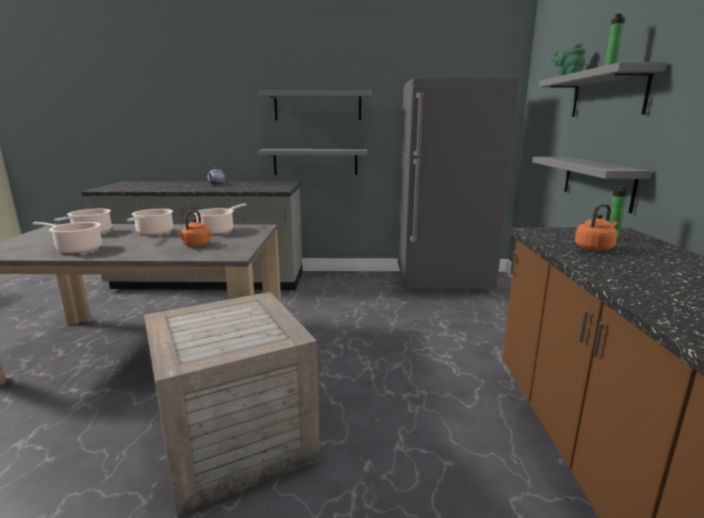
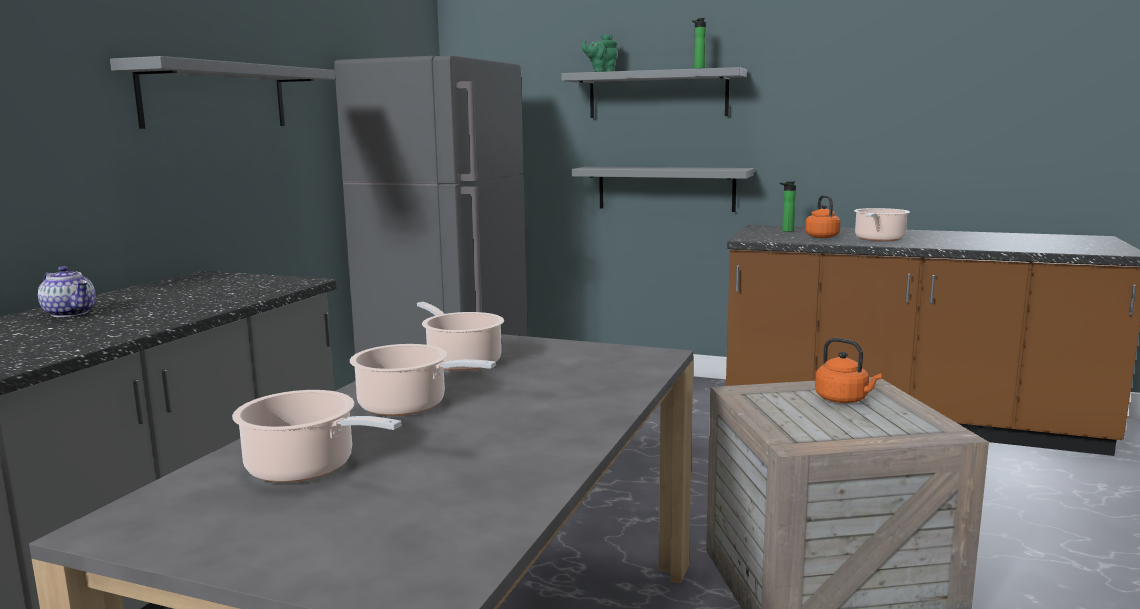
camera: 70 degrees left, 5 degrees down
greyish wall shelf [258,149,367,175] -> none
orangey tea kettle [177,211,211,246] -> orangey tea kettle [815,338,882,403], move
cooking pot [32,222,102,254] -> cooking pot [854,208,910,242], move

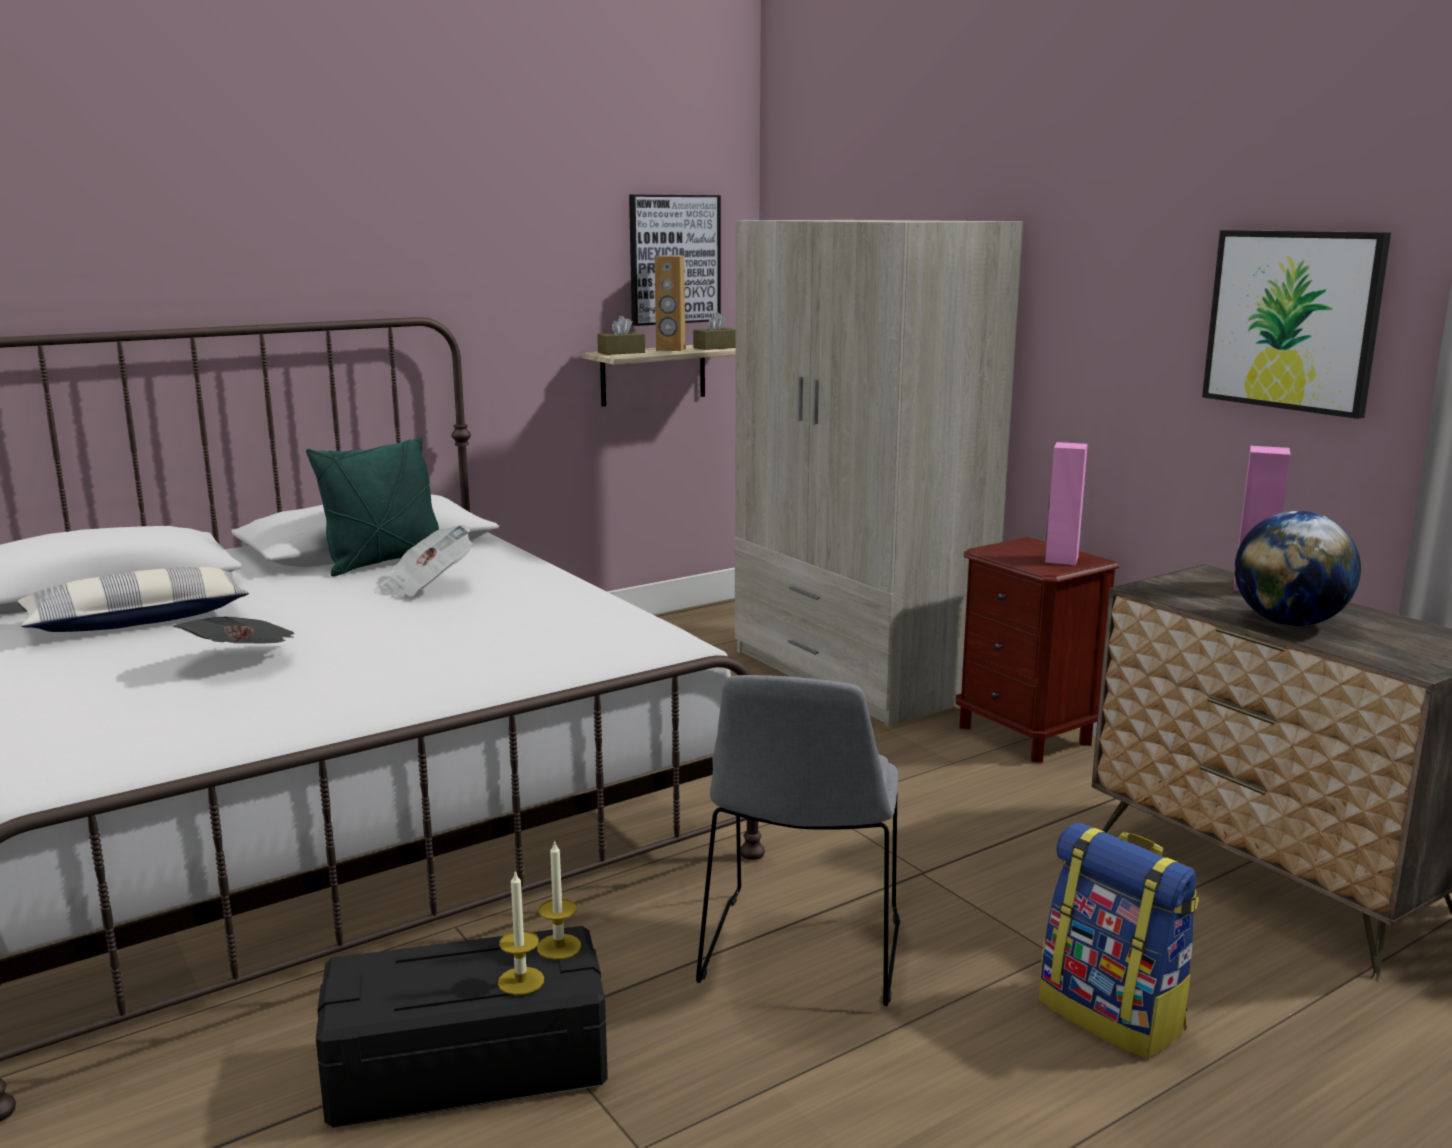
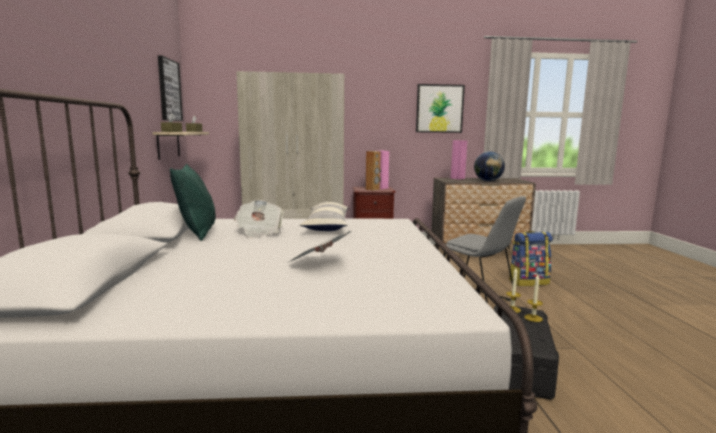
camera: 60 degrees left, 5 degrees down
brownish loudspeaker [655,255,686,351] -> brownish loudspeaker [366,151,381,191], move
throw pillow [18,567,249,632] -> throw pillow [300,202,349,231], move

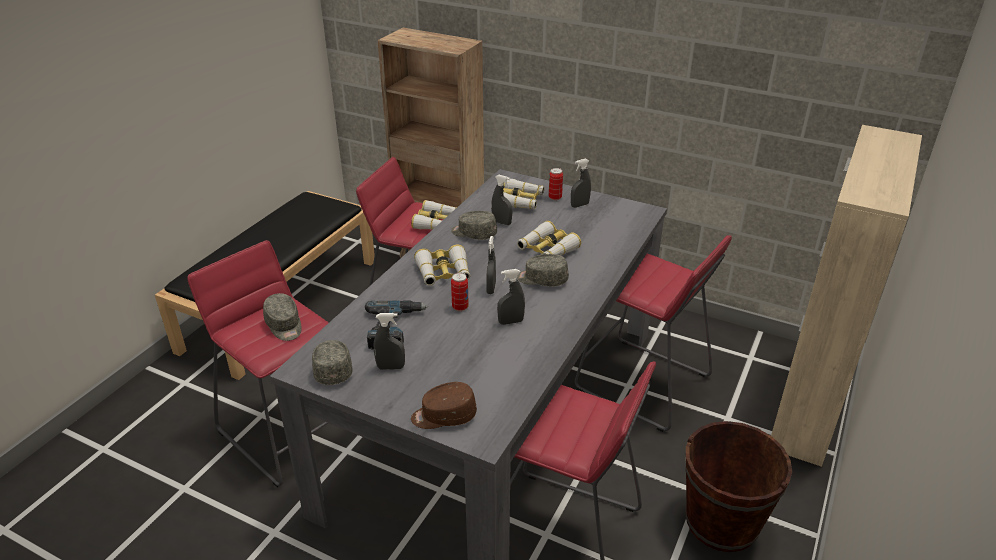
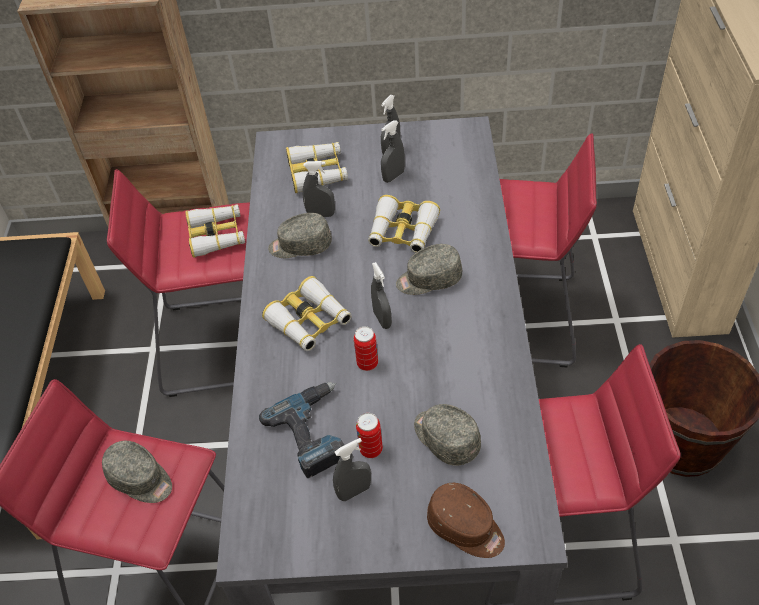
camera: 25 degrees left, 15 degrees up
can [549,168,563,201] -> can [356,413,383,458], move
greyish hand sprayer [497,269,525,325] -> greyish hand sprayer [381,120,405,183], move
greyish peaked cap [312,340,353,385] -> greyish peaked cap [414,404,481,466], move
brownish peaked cap [411,382,477,429] -> brownish peaked cap [427,483,505,558], 105 degrees counterclockwise

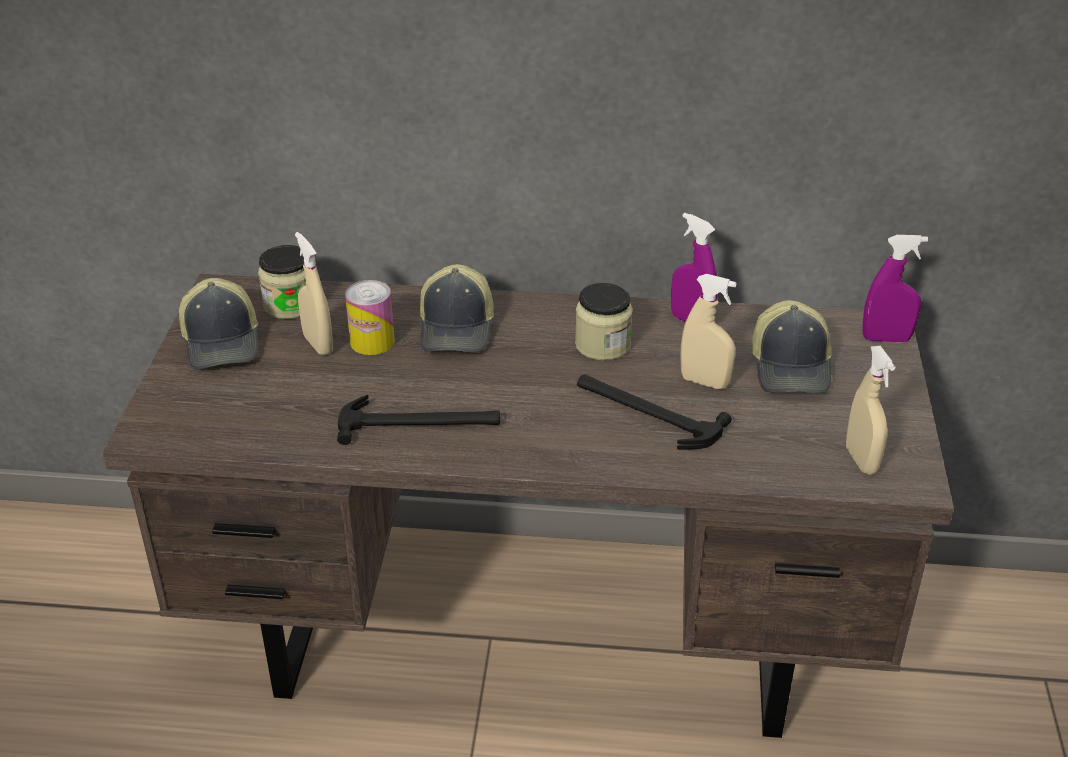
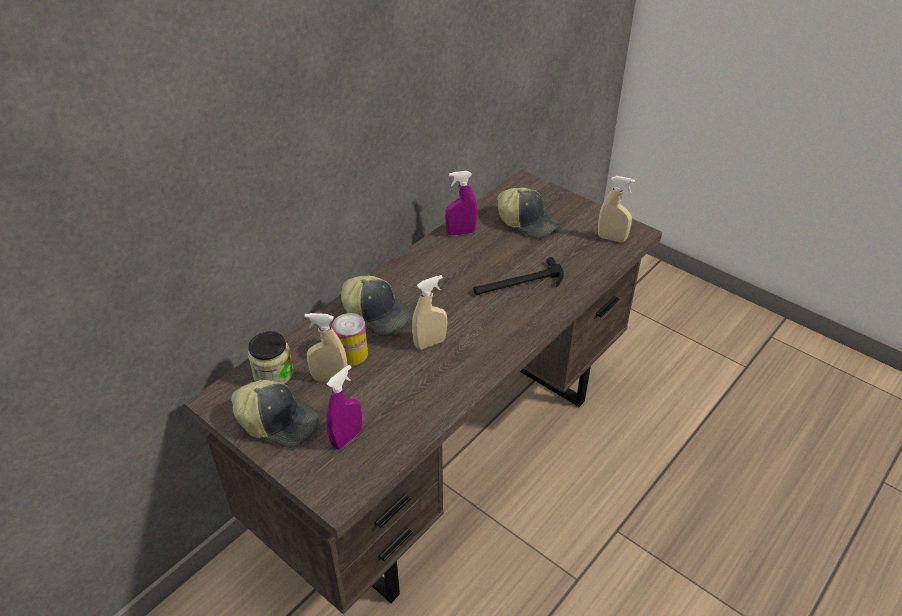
camera: 55 degrees left, 5 degrees up
purple-coloured hand sprayer [862,235,928,342] -> purple-coloured hand sprayer [326,365,362,449], move
beige hand sprayer [680,274,737,389] -> beige hand sprayer [412,275,447,349], move
storage jar [575,283,633,361] -> none
hand hammer [337,395,500,445] -> none

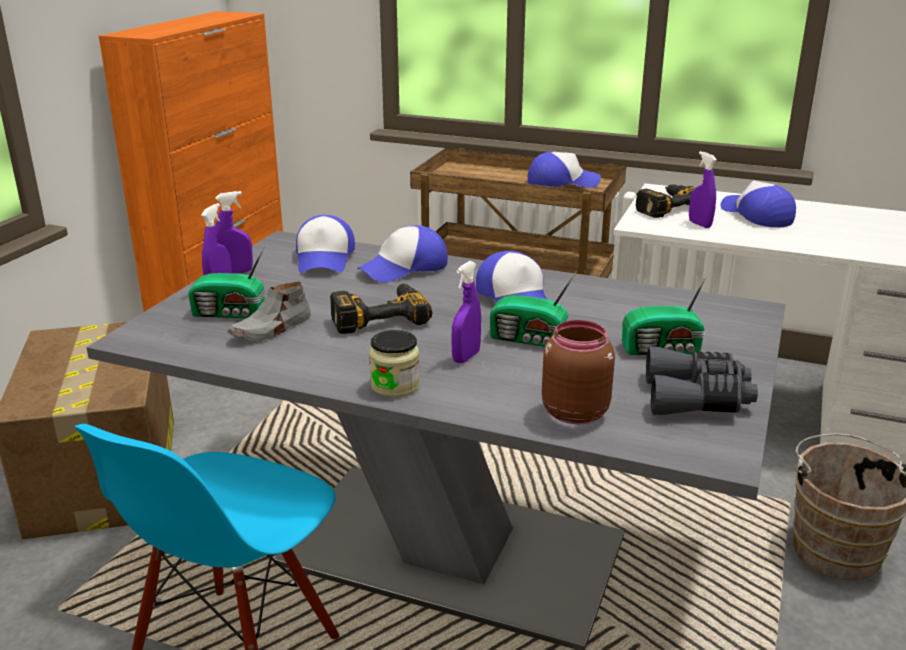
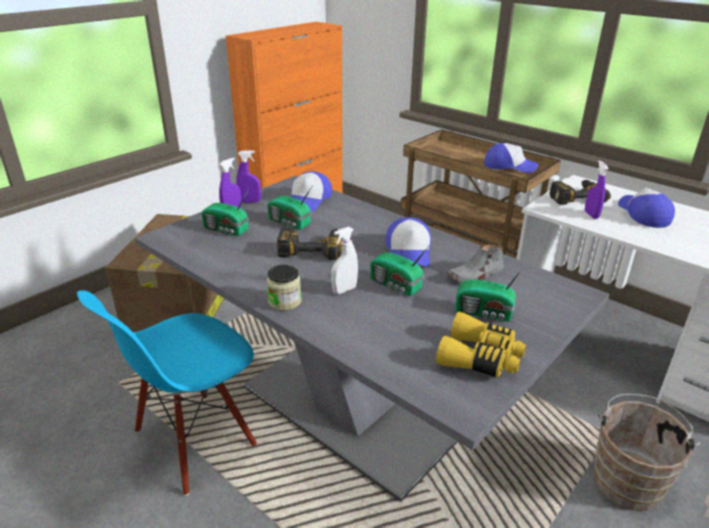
camera: 20 degrees right, 5 degrees up
peaked cap [357,225,448,283] -> none
purple-coloured hand sprayer [451,261,481,363] -> whitish hand sprayer [331,227,358,294]
greyish item of footwear [227,282,311,340] -> greyish item of footwear [447,245,504,282], move
brownish storage jar [542,320,615,424] -> none
greyish pair of binoculars [646,347,758,415] -> yellowish pair of binoculars [436,312,526,378]
none -> radio [267,185,313,229]

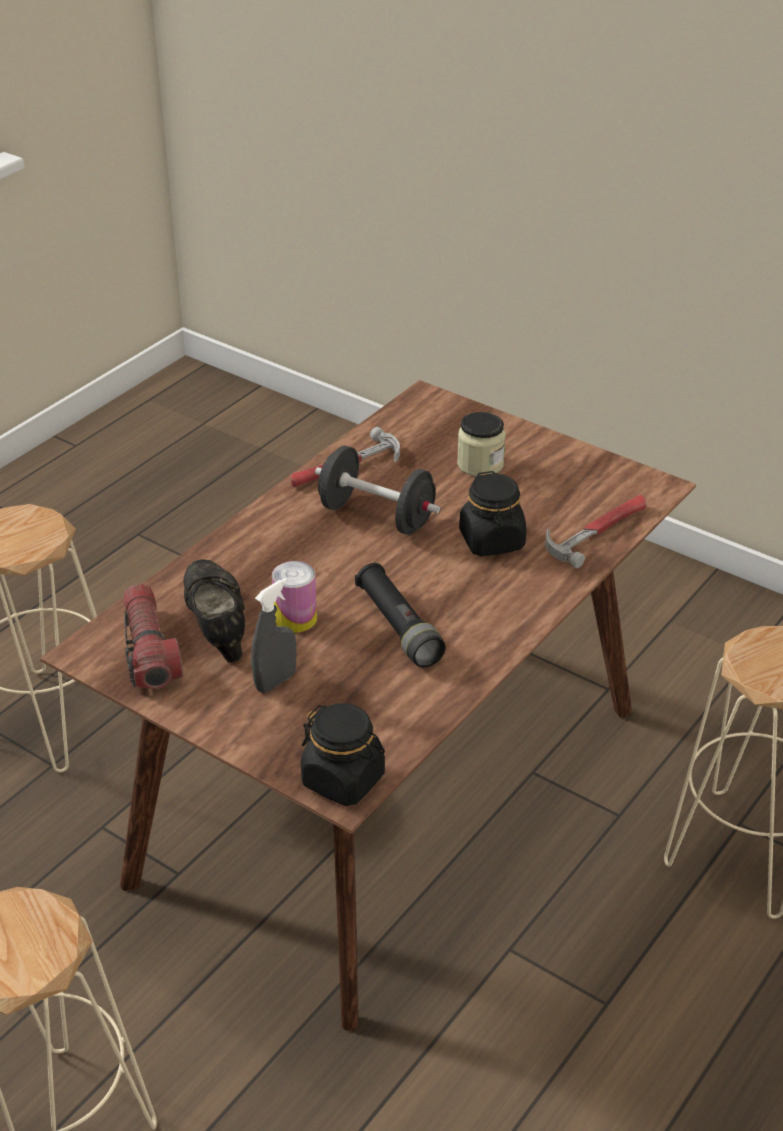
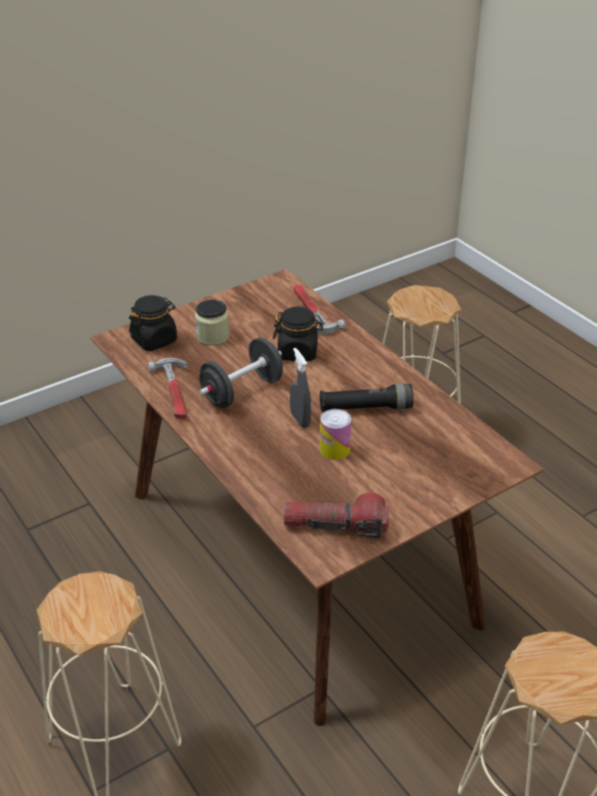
camera: 70 degrees left, 0 degrees up
blackish item of footwear [184,559,245,663] -> none
greyish hand sprayer [251,578,296,693] -> greyish hand sprayer [290,348,311,428], move
blackish storage jar [301,703,385,806] -> blackish storage jar [129,295,177,351], move

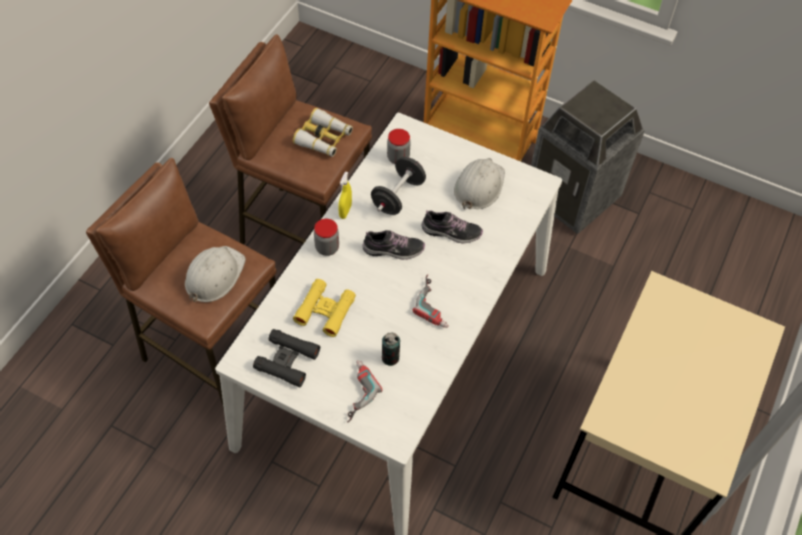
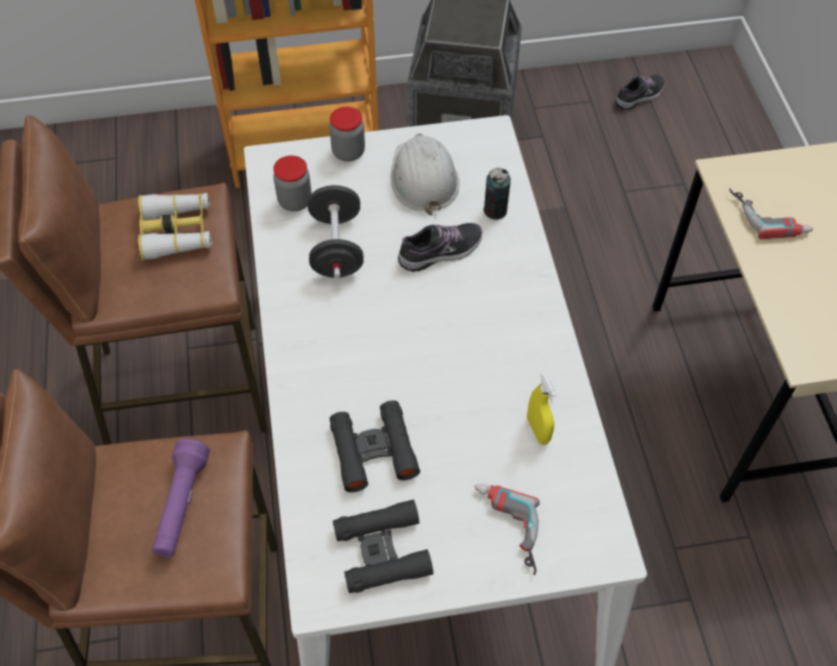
camera: 35 degrees left, 0 degrees up
yellowish hand sprayer [338,171,352,219] -> yellowish hand sprayer [527,372,557,445], move
storage jar [314,219,339,256] -> storage jar [329,107,365,162], move
item of footwear [362,230,425,260] -> item of footwear [615,75,665,110], move
whitish work helmet [185,246,246,302] -> purple-coloured torch [152,439,210,557]
drill [412,274,449,328] -> drill [729,188,813,239], move
yellowish pair of binoculars [293,279,356,337] -> blackish pair of binoculars [330,400,420,492]
can [382,332,400,366] -> can [483,168,511,220], move

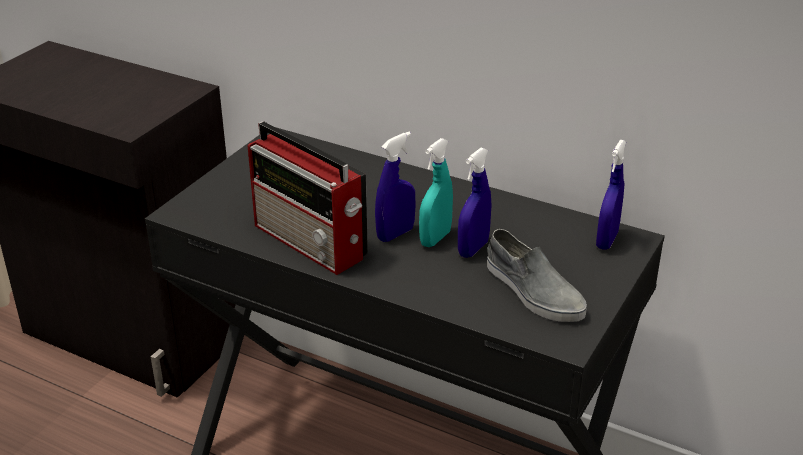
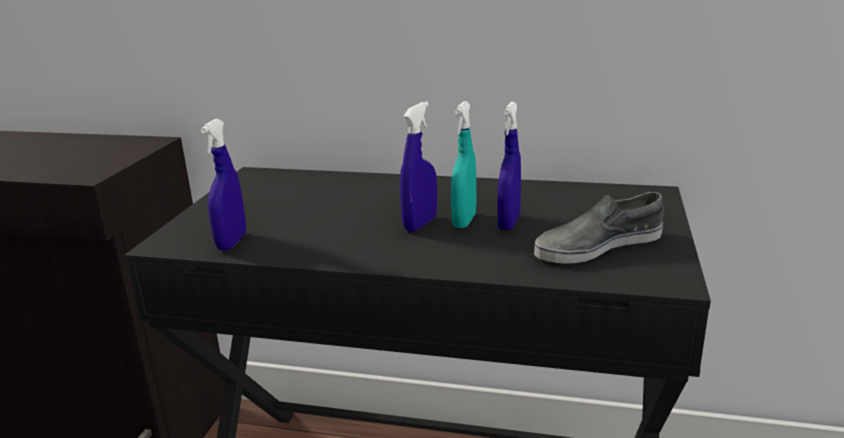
camera: 15 degrees left, 10 degrees down
radio [248,121,368,275] -> none
blue-coloured hand sprayer [596,140,626,250] -> blue-coloured hand sprayer [201,119,246,250], move
greyish item of footwear [487,229,587,322] -> greyish item of footwear [534,192,664,264], 120 degrees clockwise

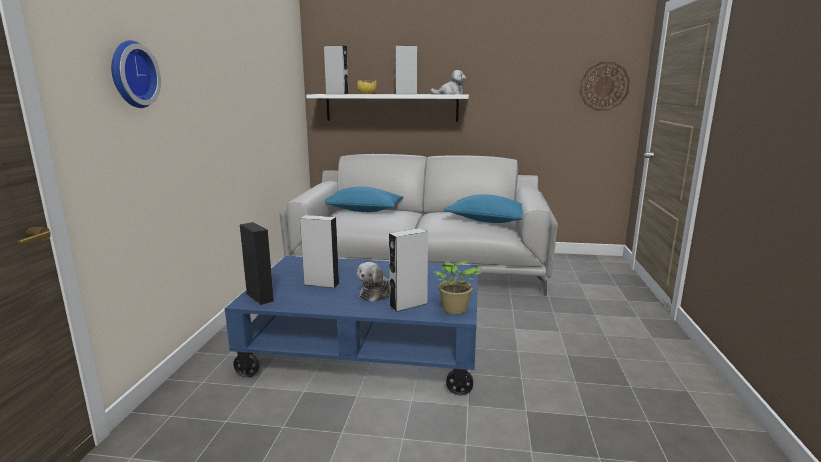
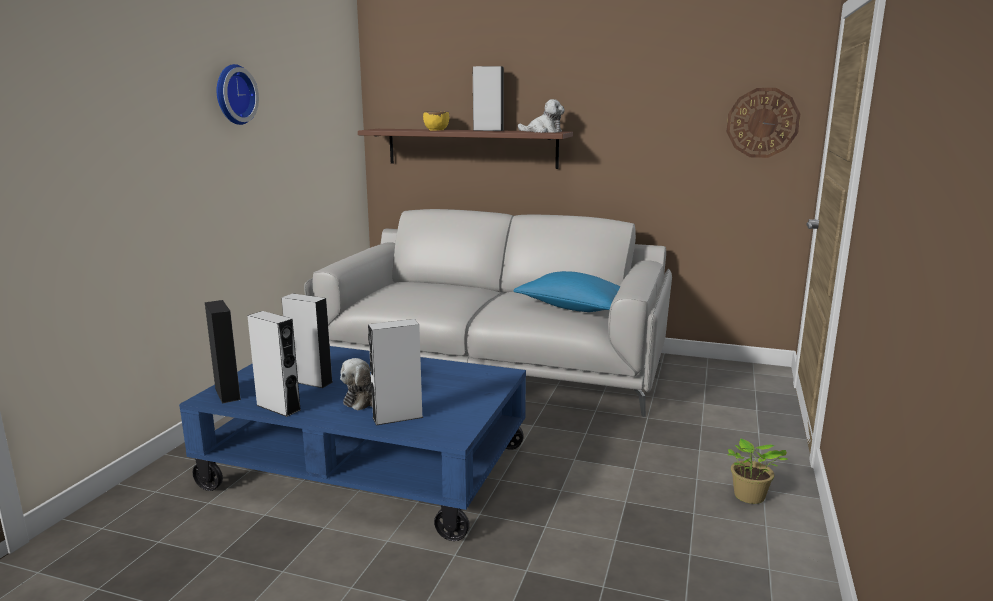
camera: 10 degrees right, 0 degrees up
wall clock [111,40,161,108] -> wall clock [217,64,259,125], move
greyish loudspeaker [324,45,349,94] -> greyish loudspeaker [247,311,301,417], move
whitish wall shelf [306,94,469,122] -> brownish wall shelf [358,129,573,169]
blue-coloured throw pillow [325,186,403,212] -> none
potted plant [434,261,482,314] -> potted plant [727,439,788,504], move

